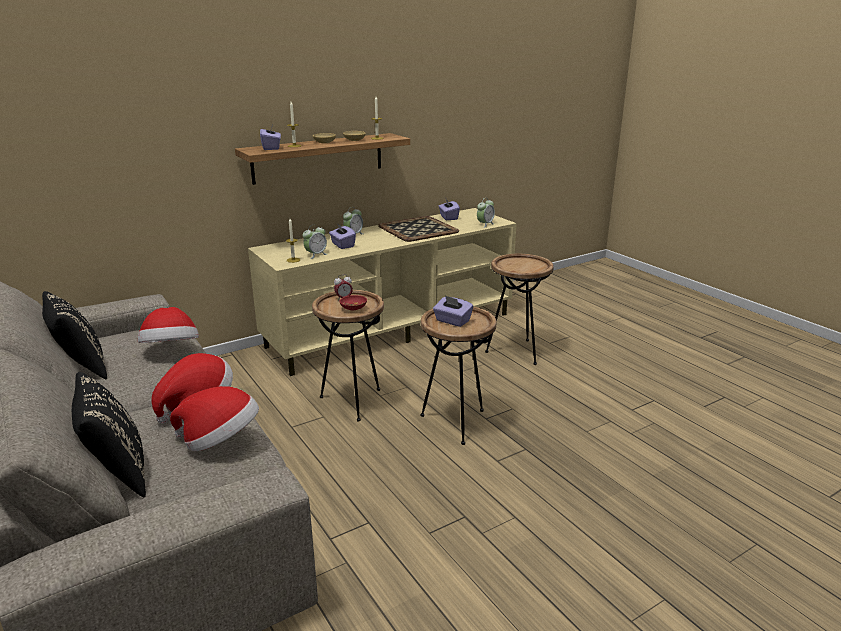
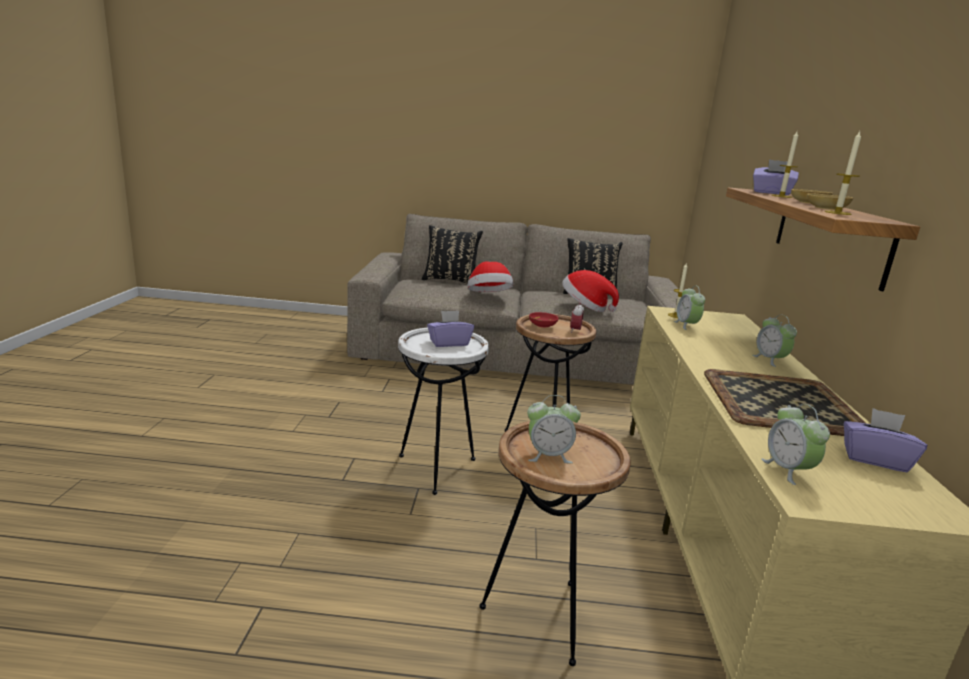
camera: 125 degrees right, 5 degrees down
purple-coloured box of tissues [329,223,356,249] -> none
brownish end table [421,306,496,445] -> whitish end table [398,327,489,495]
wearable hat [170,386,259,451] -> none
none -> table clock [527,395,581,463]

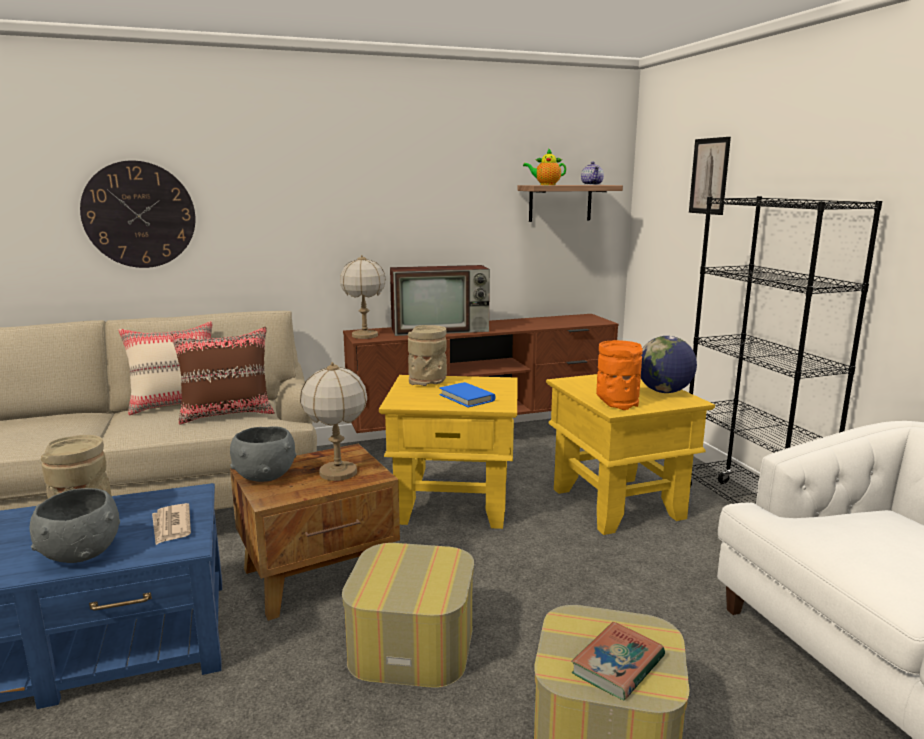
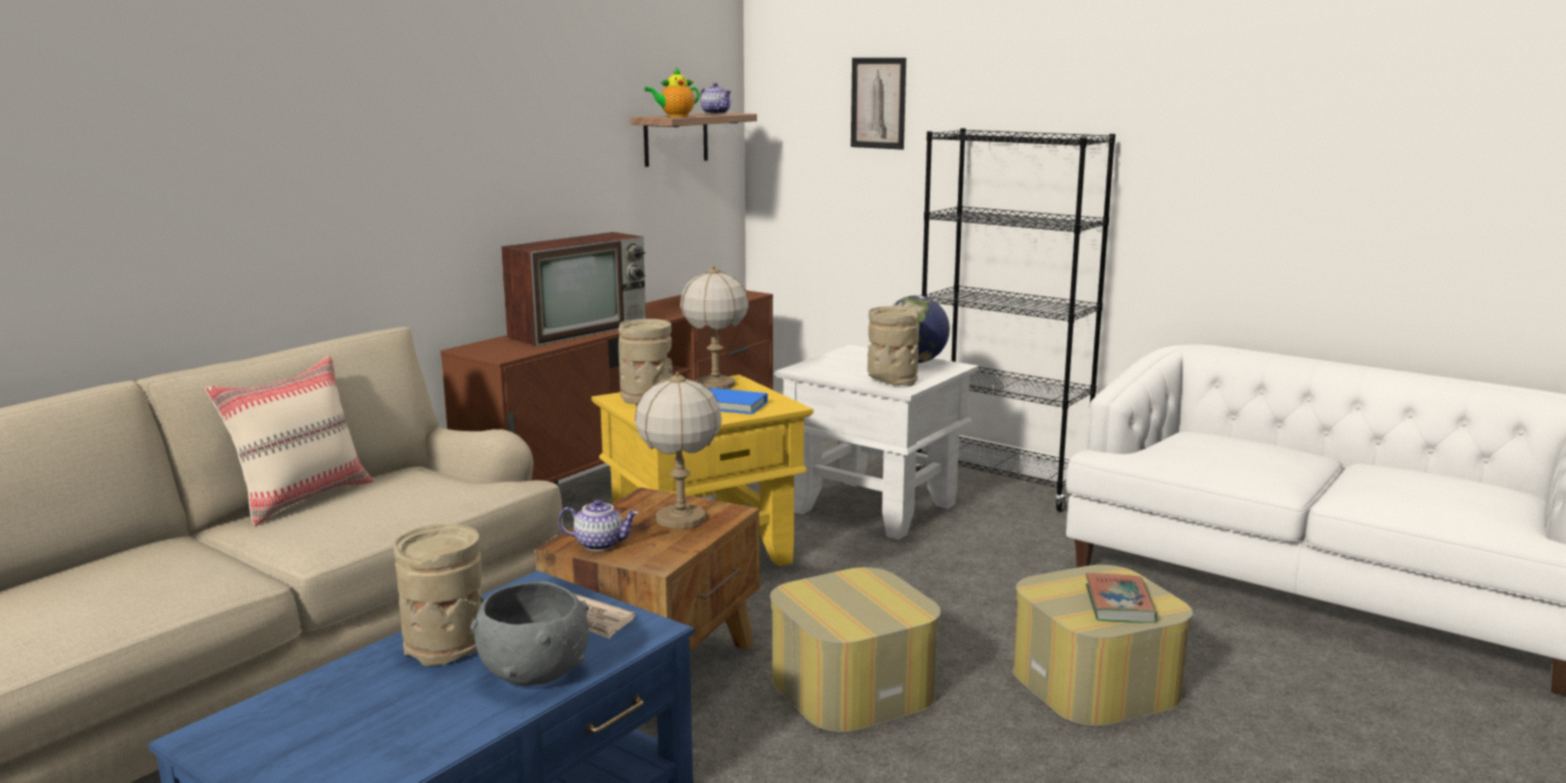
camera: 35 degrees left, 0 degrees up
wall clock [80,161,195,268] -> none
lamp for a table [340,255,386,339] -> lamp for a table [680,265,749,389], move
brownish throw pillow [170,327,275,425] -> none
orangey flower vase [596,340,643,410] -> beige flower vase [868,306,919,386]
yellowish end table [546,374,715,535] -> whitish end table [775,345,979,540]
greyish bowl [230,426,296,482] -> teapot [558,499,639,551]

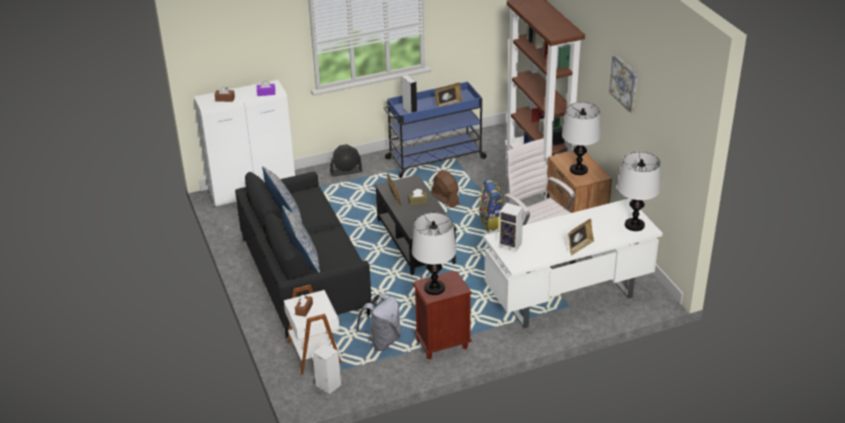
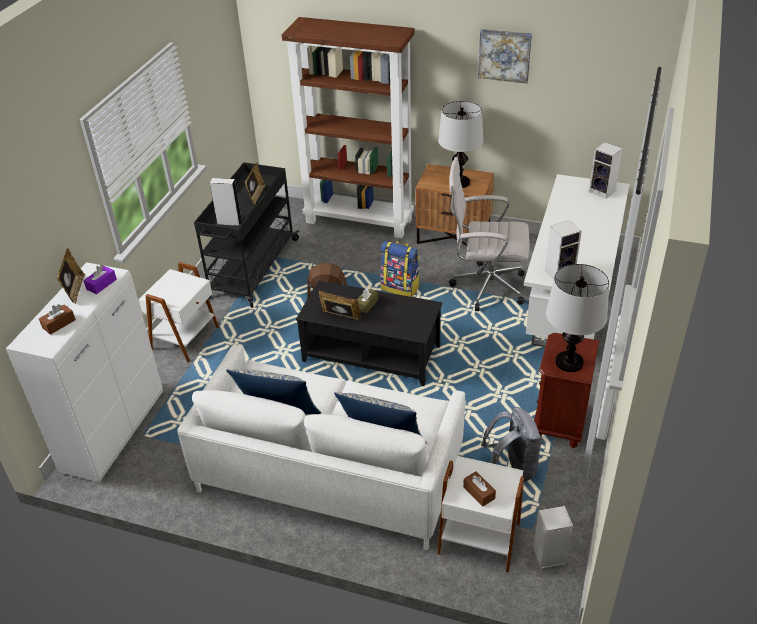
camera: 50 degrees left, 5 degrees up
blue-coloured cart [383,82,488,178] -> blackish cart [194,162,300,308]
blackish electric fan [330,144,363,177] -> whitish end table [139,262,219,363]
lamp for a table [617,152,661,231] -> loudspeaker [589,142,623,199]
blackish couch [235,171,372,338] -> whitish couch [177,345,465,550]
picture frame [568,219,594,255] -> picture frame [57,248,85,304], move

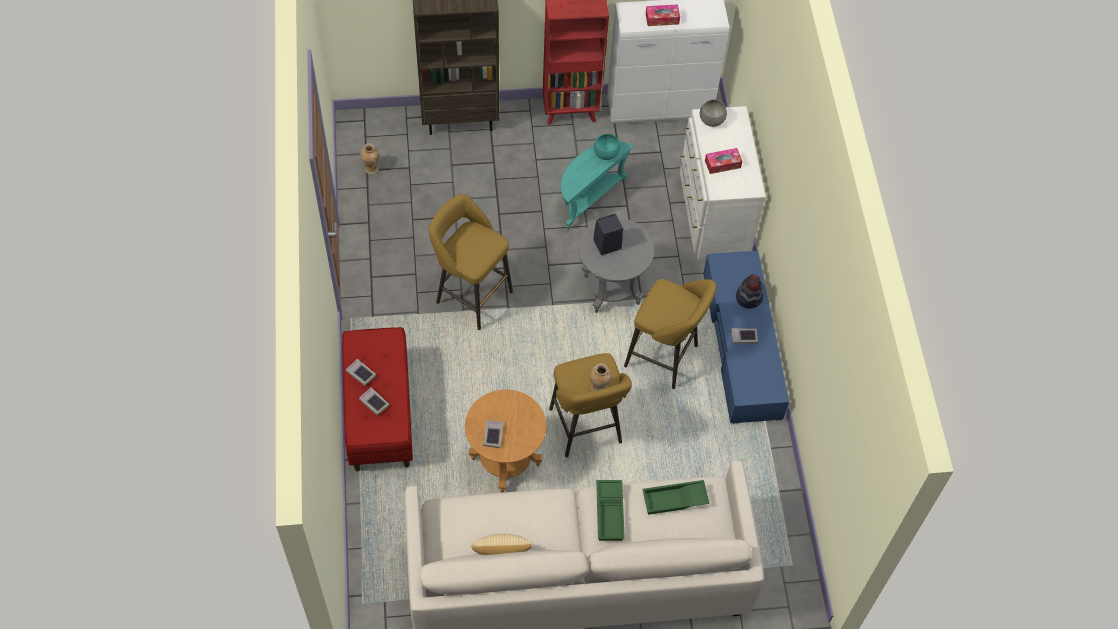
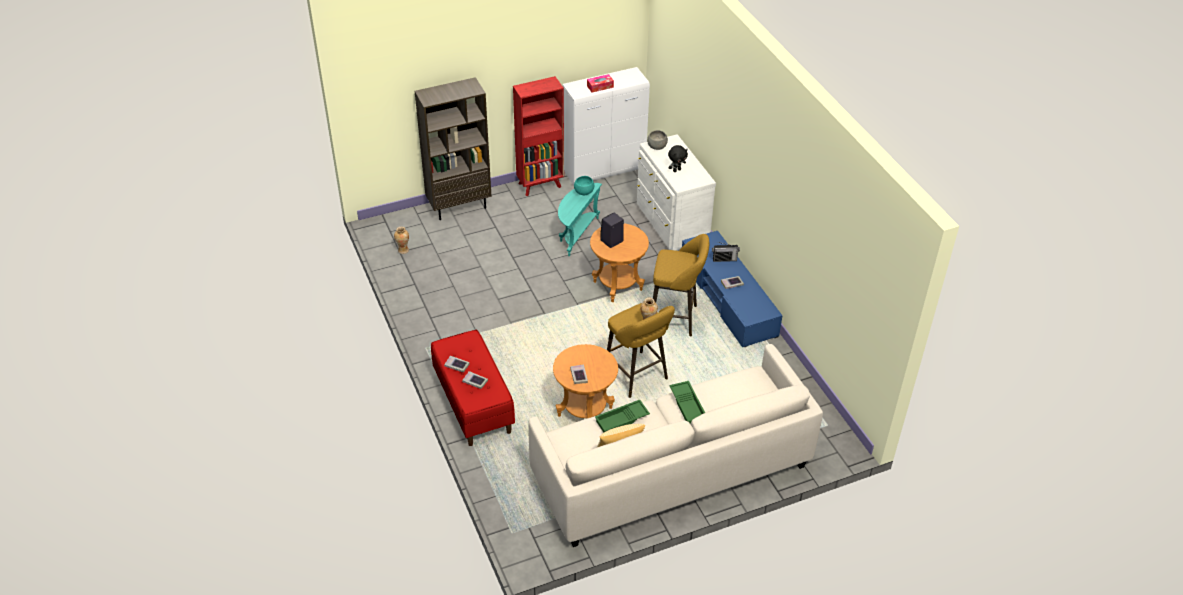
camera: 15 degrees left, 15 degrees down
box of tissues [705,148,742,174] -> blackish soft toy [668,145,688,172]
yellowish sitting stool [428,194,513,330] -> none
greyish end table [578,218,654,313] -> brownish end table [590,223,649,302]
wearable hat [736,274,763,309] -> radio [712,242,740,262]
green-coloured serving tray [642,480,710,515] -> green-coloured serving tray [595,400,650,432], move

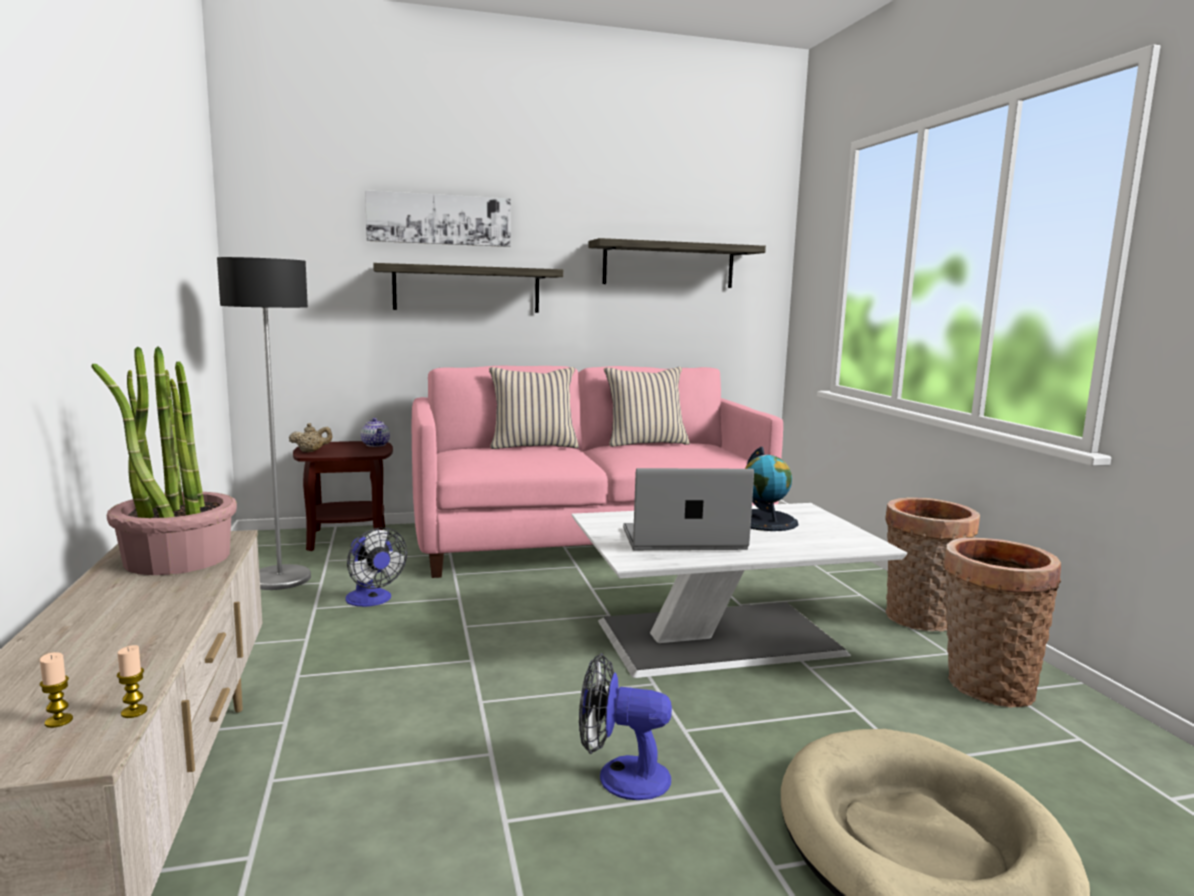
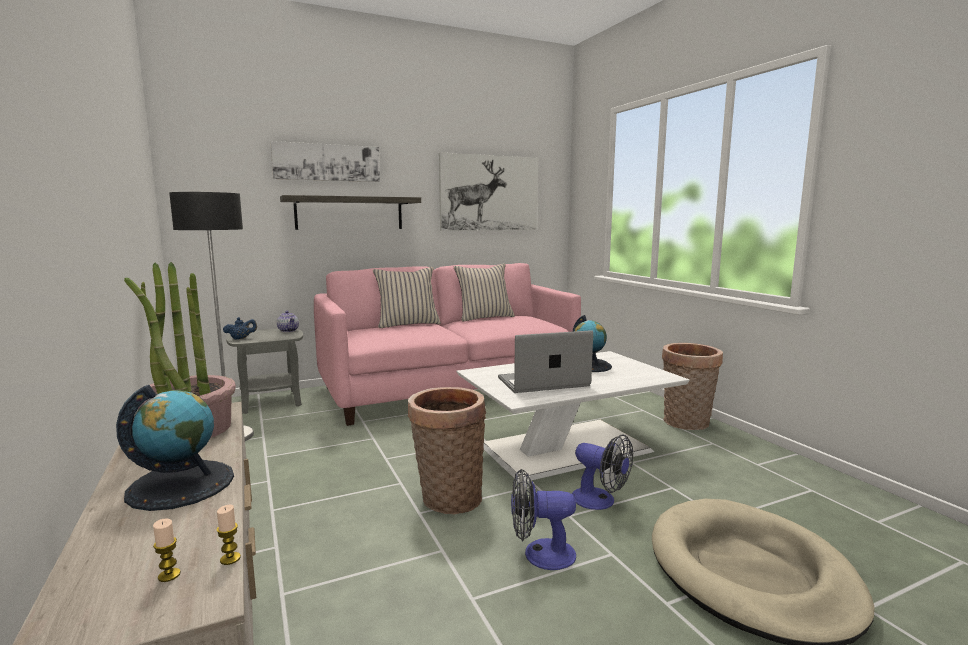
camera: 10 degrees left, 0 degrees up
wall shelf [588,238,766,288] -> picture [439,152,538,231]
beige teapot [289,423,333,452] -> blue-coloured teapot [223,317,257,340]
brownish end table [293,441,393,551] -> greyish end table [226,329,303,414]
electric fan [345,527,407,607] -> electric fan [572,435,633,510], move
basket [942,538,1061,708] -> basket [408,387,486,515], move
none -> world globe [116,385,234,511]

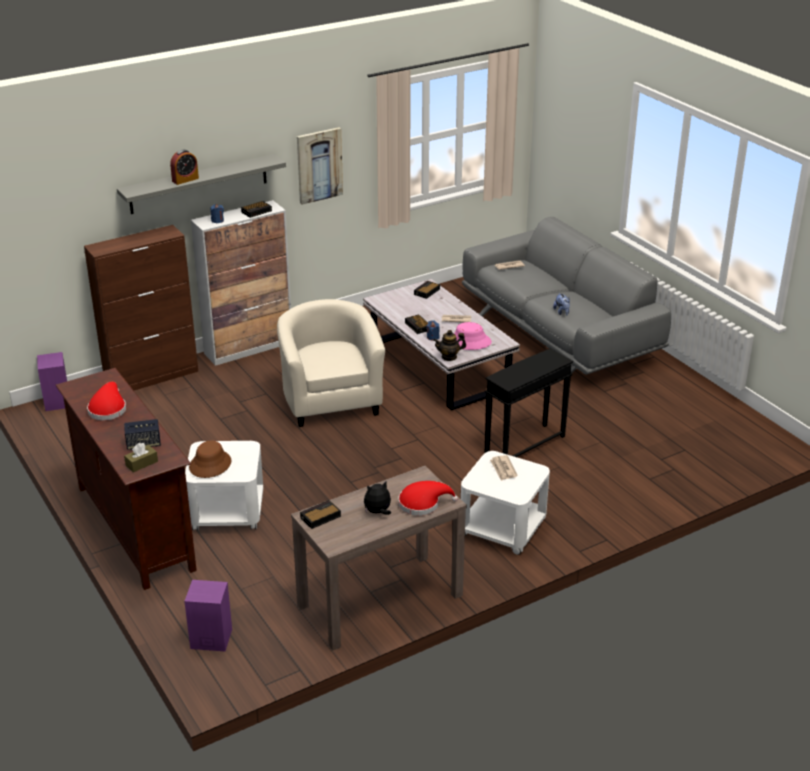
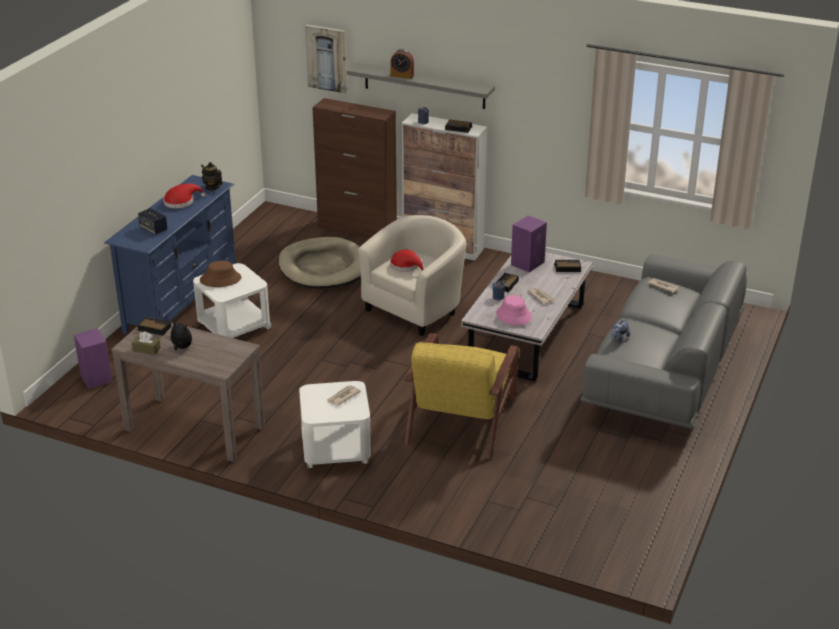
camera: 55 degrees right, 0 degrees up
picture [297,127,343,205] -> picture [305,25,347,94], move
teapot [433,330,466,361] -> teapot [201,162,223,191], move
blackish end table [485,349,573,457] -> yellowish armchair [404,333,519,460]
purple-coloured loudspeaker [37,352,67,411] -> purple-coloured loudspeaker [511,215,547,273], move
brownish tv unit [55,368,197,590] -> blue-coloured tv unit [104,175,236,334]
brownish box of tissues [124,443,158,472] -> brownish box of tissues [132,332,161,355], move
red wearable hat [398,481,458,516] -> red wearable hat [390,250,424,272], move
none -> beige pet bed [279,237,361,289]

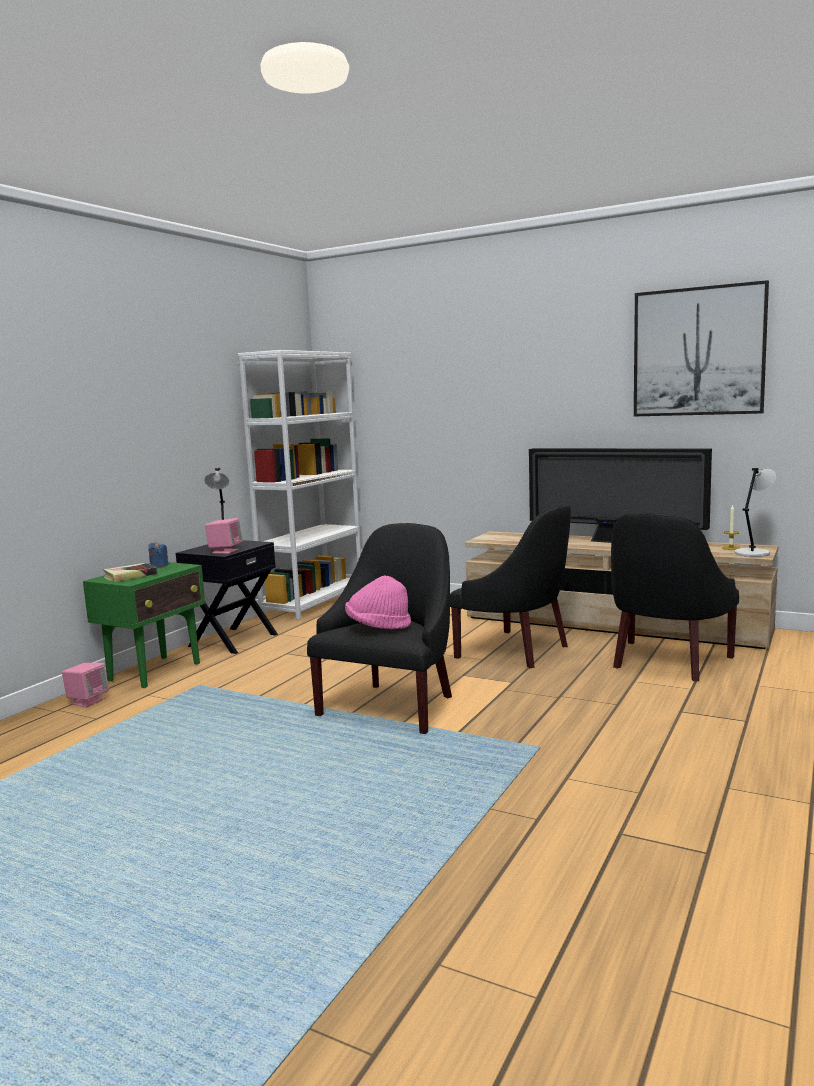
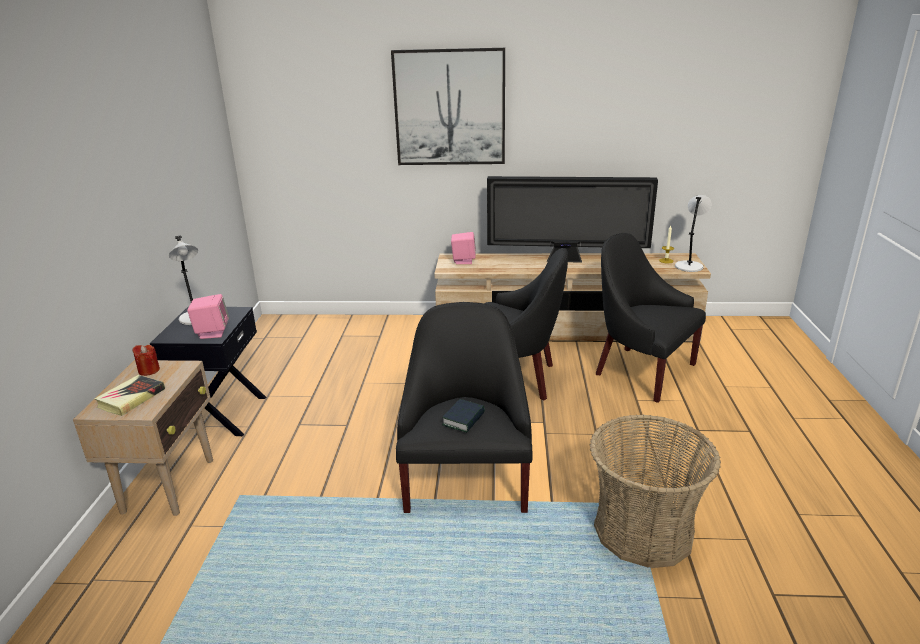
camera: 25 degrees left, 15 degrees up
picture [634,280,769,416] -> picture [391,48,505,165], move
whitish bookcase [238,350,361,620] -> none
blackish armchair [611,513,739,681] -> blackish armchair [596,233,706,403], 120 degrees clockwise
blue-coloured wax light [148,541,169,568] -> red wax light [132,345,160,376]
green-coloured end table [83,562,205,688] -> beige end table [73,360,213,516]
pinkish wearable hat [345,576,411,629] -> book [442,399,485,433]
pinkish loudspeaker [62,663,109,707] -> pinkish loudspeaker [451,232,476,264], move
none -> basket [590,414,721,568]

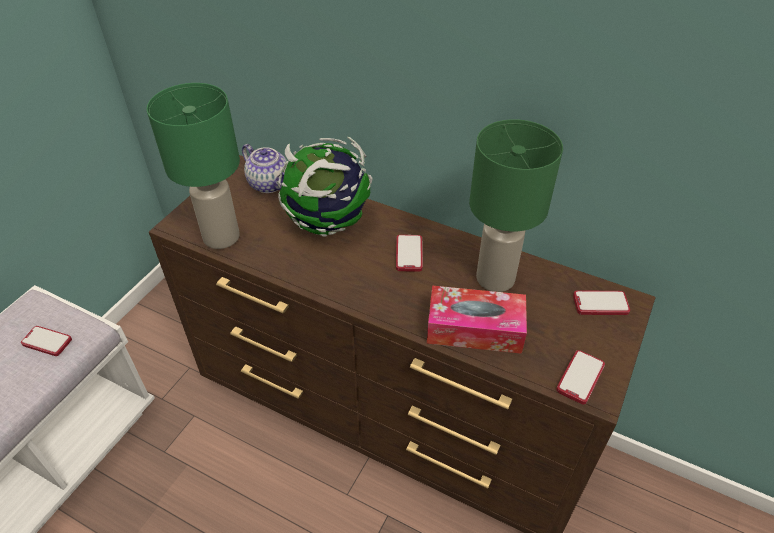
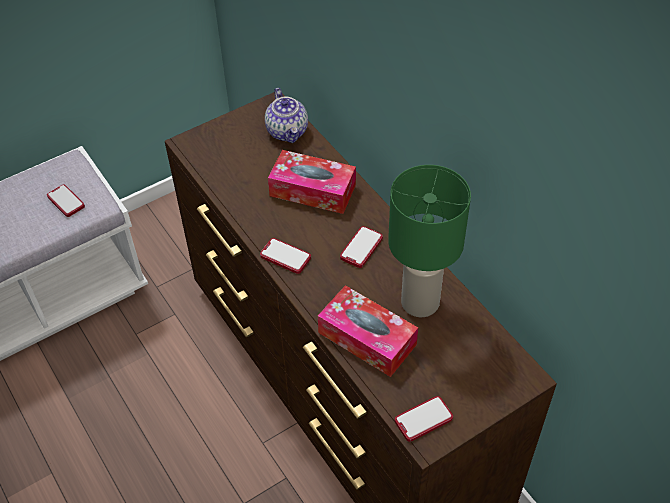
camera: 30 degrees right, 5 degrees up
green-coloured lamp for a table [147,83,240,249] -> none
world globe [278,137,373,237] -> box of tissues [268,150,356,214]
phone [573,291,630,315] -> phone [260,238,311,274], move

